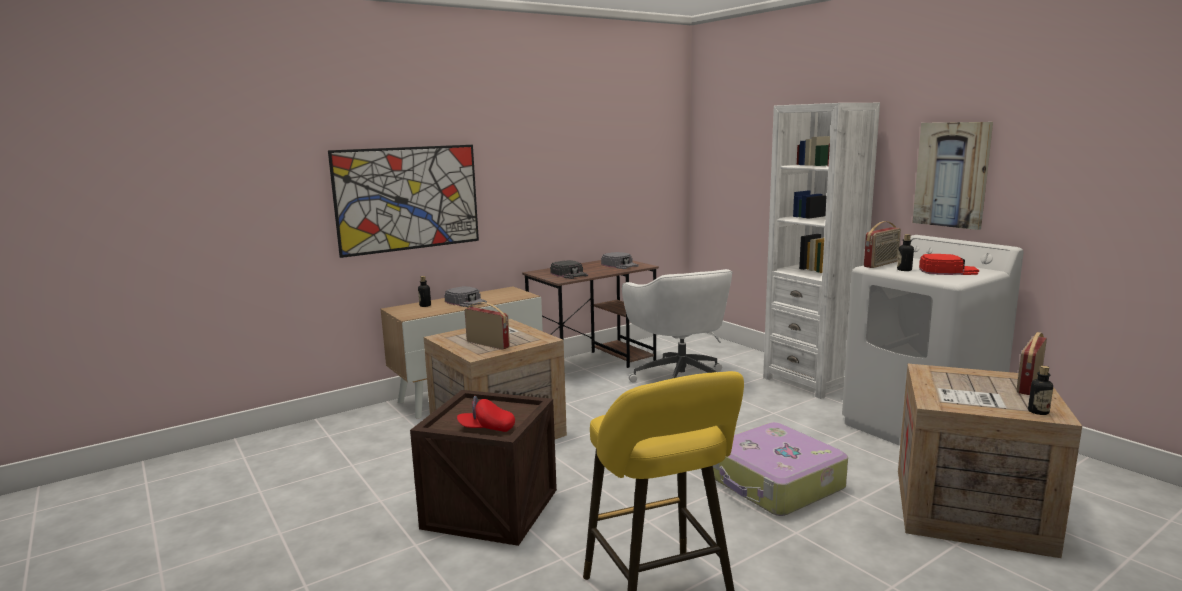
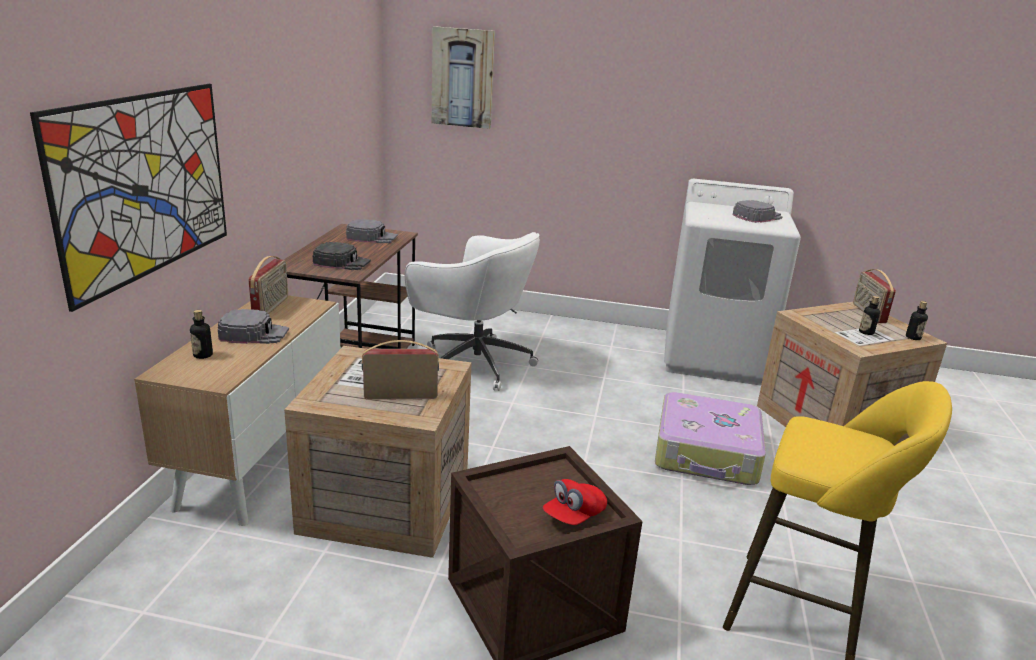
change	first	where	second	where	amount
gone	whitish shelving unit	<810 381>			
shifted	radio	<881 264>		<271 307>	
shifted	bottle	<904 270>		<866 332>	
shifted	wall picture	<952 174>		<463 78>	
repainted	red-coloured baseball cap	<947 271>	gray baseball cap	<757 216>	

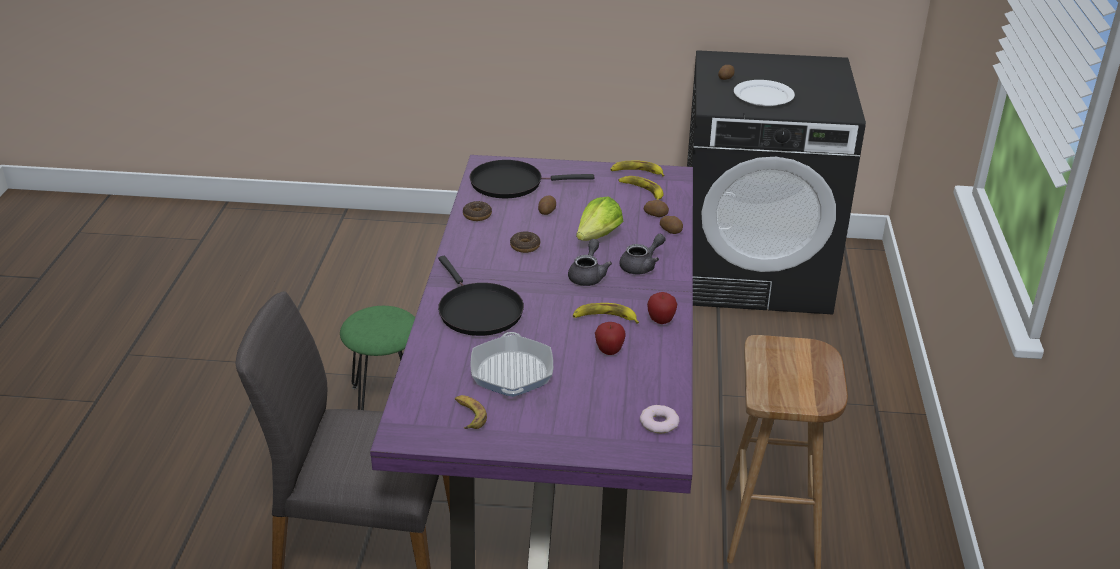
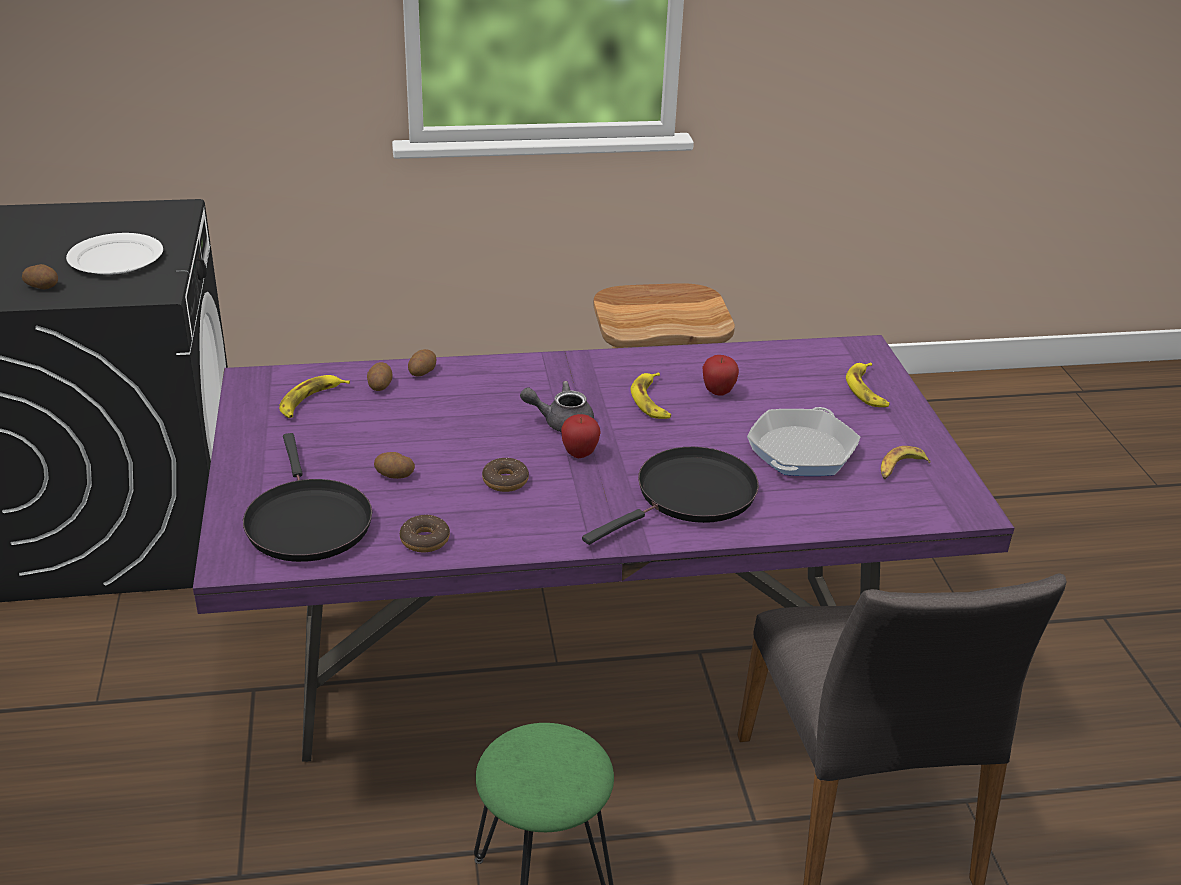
change	first	where	second	where	amount
rotated	pan	<512 372>		<801 451>	45 degrees counterclockwise
gone	lettuce	<598 236>			
shifted	whole banana	<636 172>		<867 390>	
gone	gray tea pot	<641 266>			
gone	donut	<659 423>			
shifted	apple	<661 321>		<580 454>	

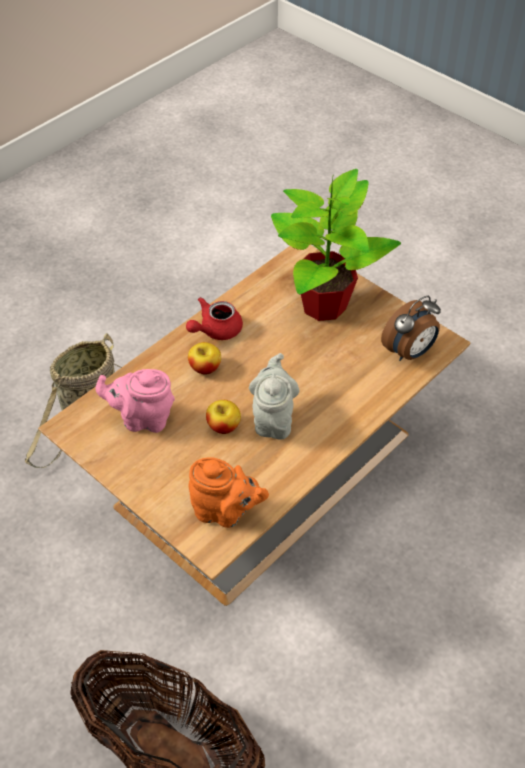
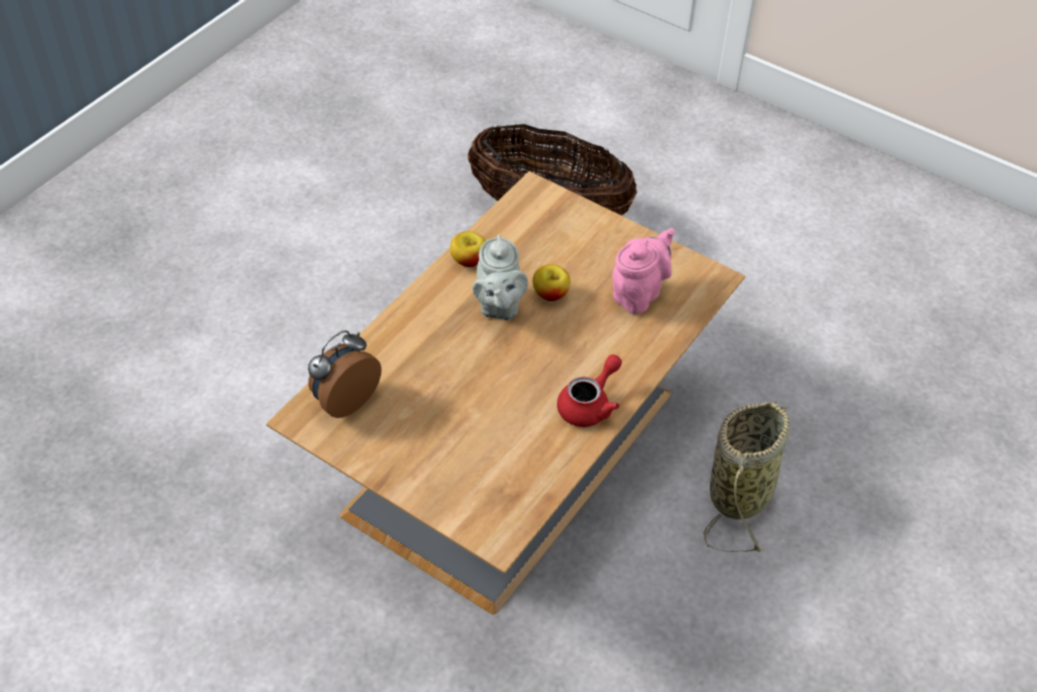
change	first	where	second	where	amount
rotated	pink-coloured tea pot	<143 419>		<639 293>	45 degrees counterclockwise
shifted	apple	<205 368>		<468 260>	
gone	orange tea pot	<225 512>			
gone	plant in a pot	<324 304>			

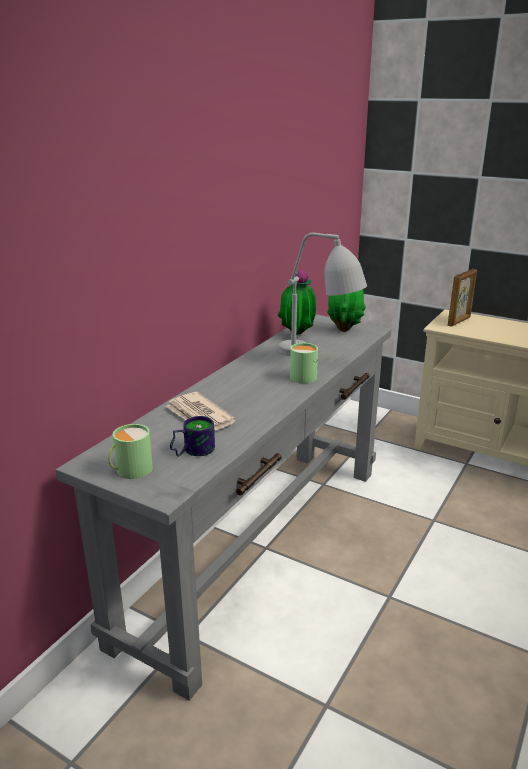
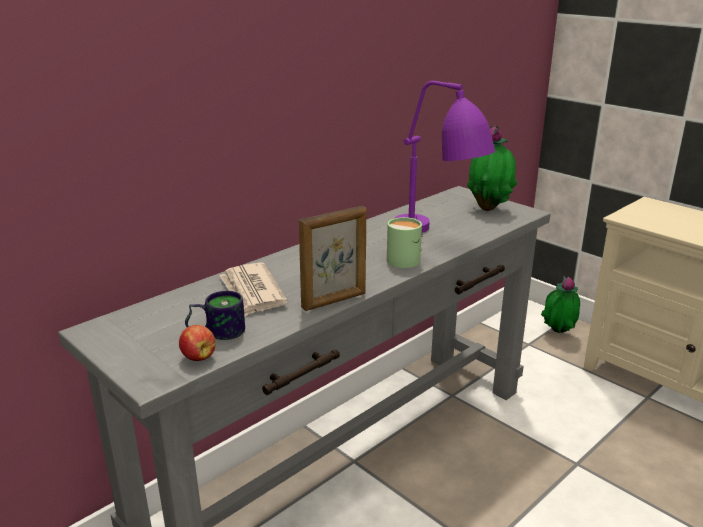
change	first	where	second	where	amount
gone	greenish tea mug	<130 470>			
shifted	plant in a pot	<296 336>		<557 334>	
repainted	gray table lamp	<321 358>	purplish table lamp	<439 239>	
shifted	standing frame	<459 321>		<334 301>	
new			apple	<198 357>	

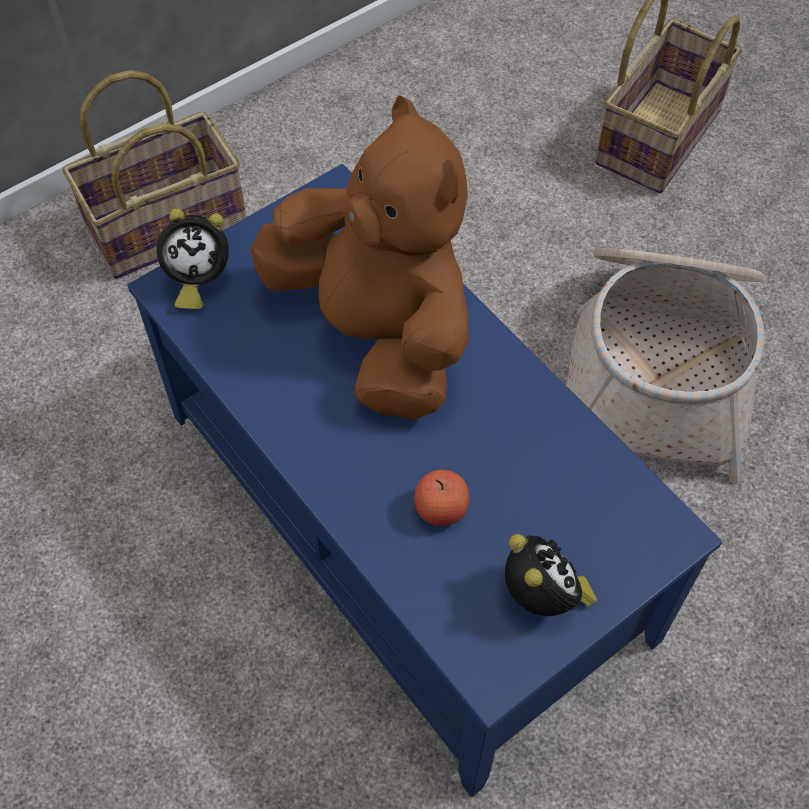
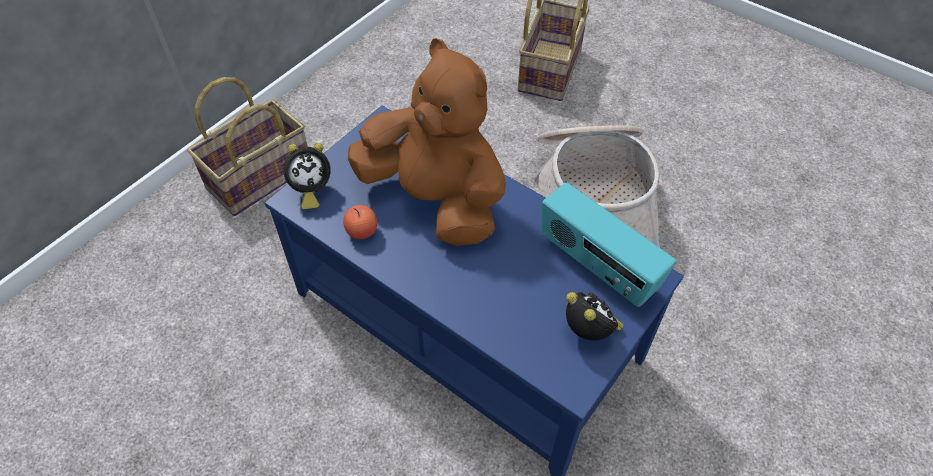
change	first	where	second	where	amount
shifted	apple	<441 509>		<362 231>	
new			radio	<597 265>	

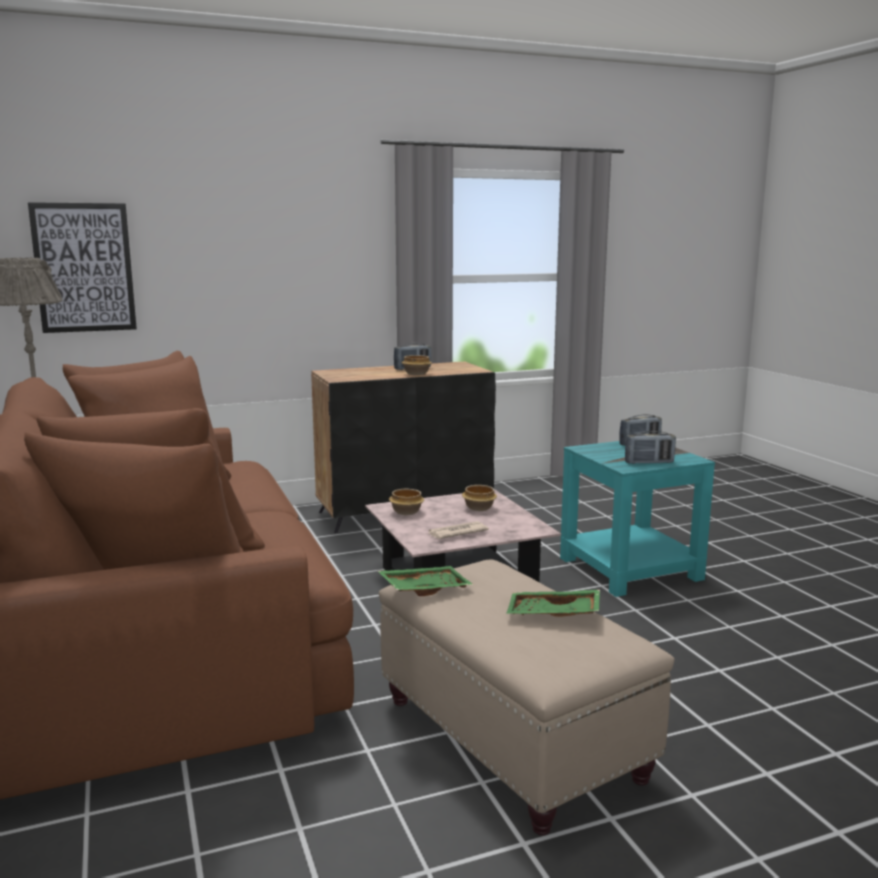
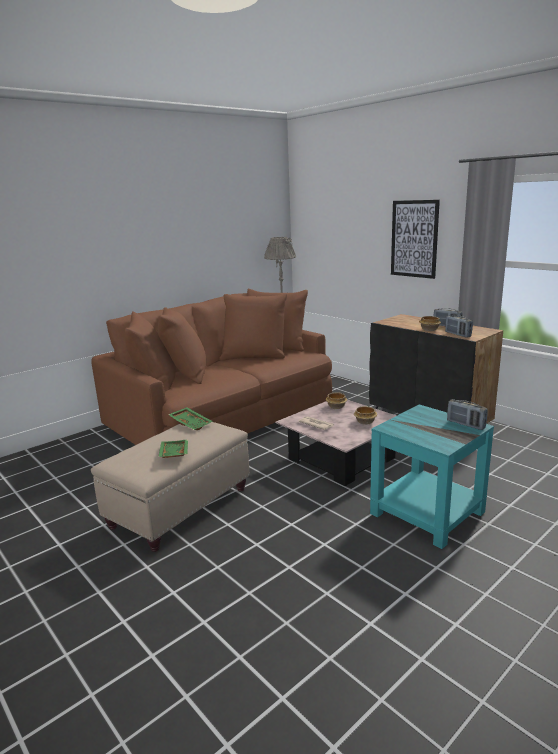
change	first	where	second	where	amount
shifted	wall picture	<84 268>		<414 239>	
shifted	radio	<649 462>		<457 334>	

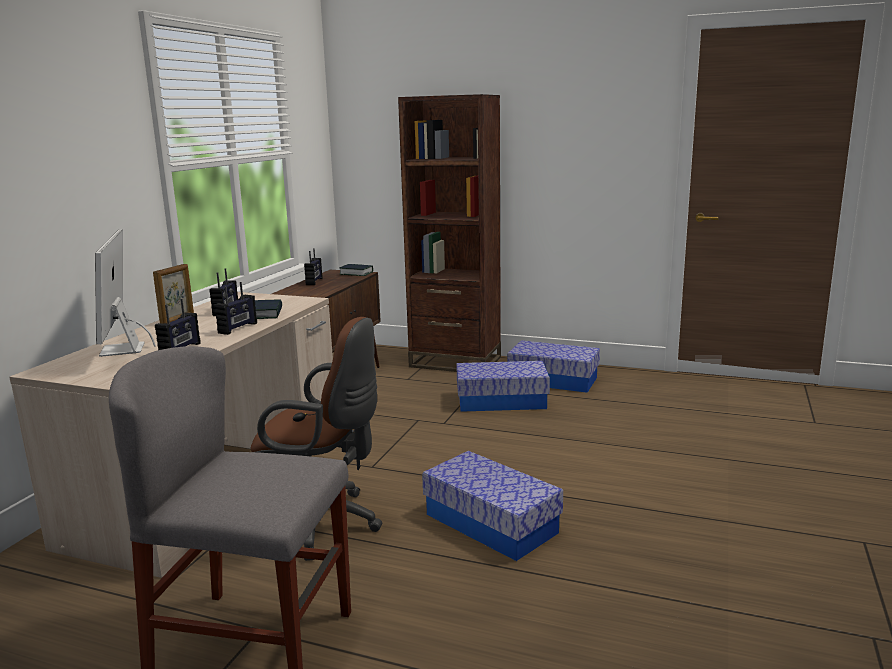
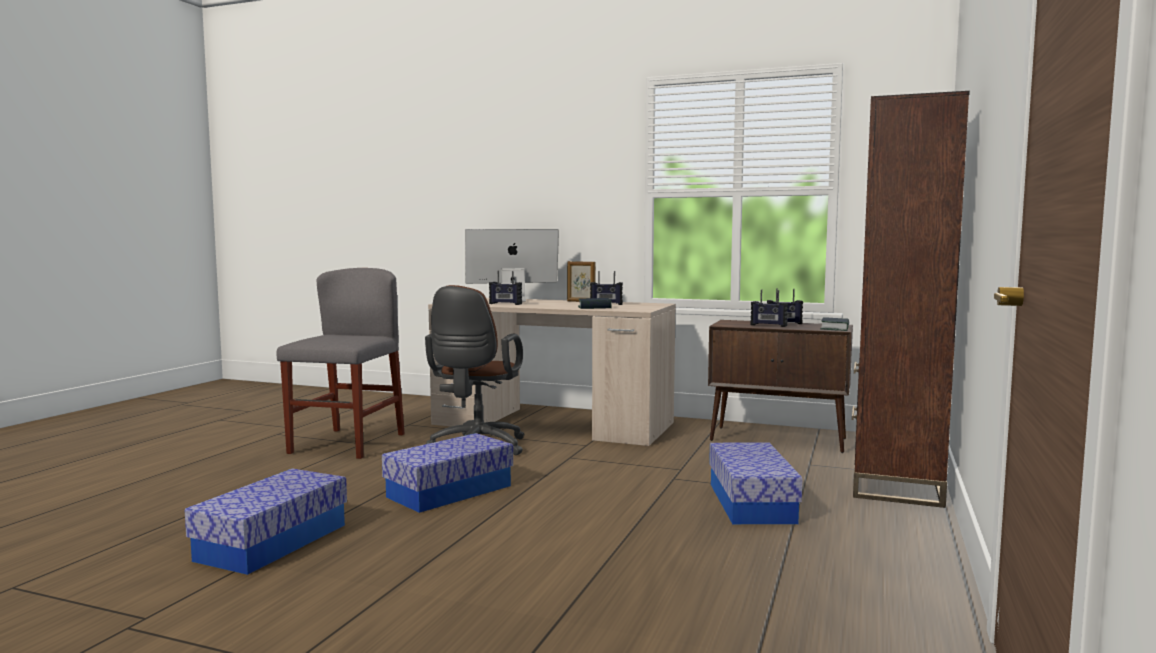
change	first	where	second	where	amount
shifted	radio	<238 328>		<768 325>	
shifted	storage box	<553 380>		<272 542>	

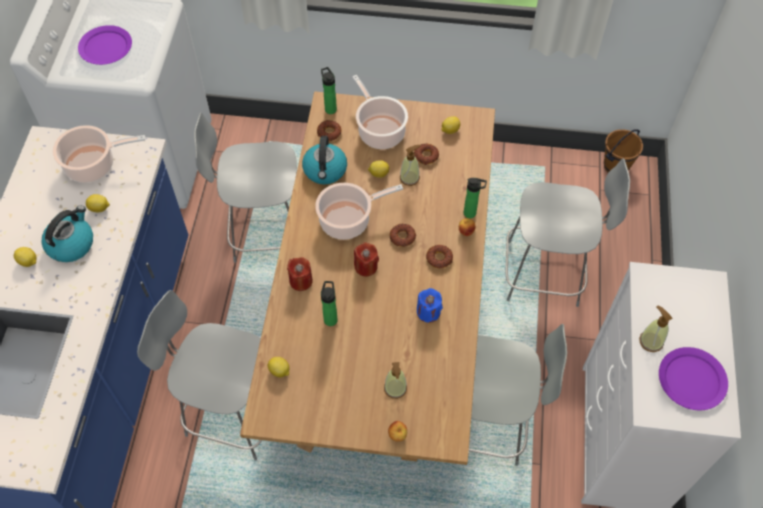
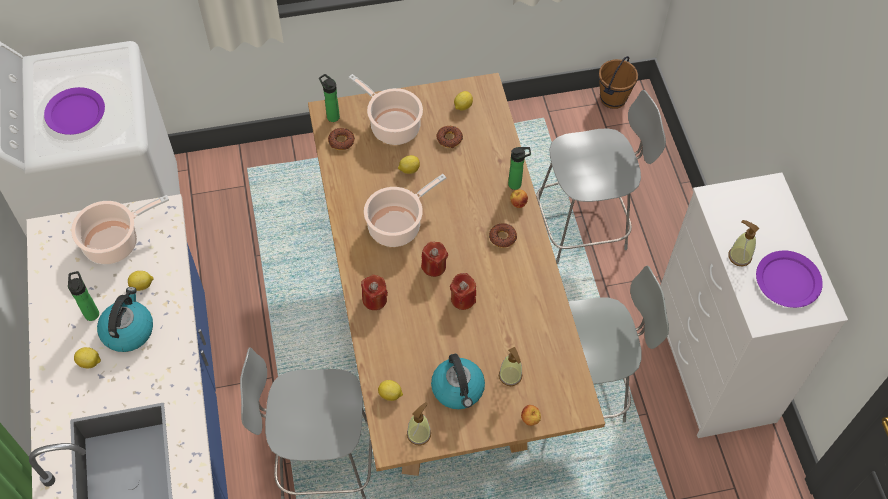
change	first	where	second	where	amount
gone	gray chair	<266 232>			
shifted	water kettle	<325 170>		<458 389>	
shifted	bottle	<330 318>		<91 312>	
gone	donut	<402 237>			
shifted	liquid soap bottle	<409 178>		<419 434>	
gone	bluish wax light	<428 312>			
new			red-coloured wax light	<463 299>	

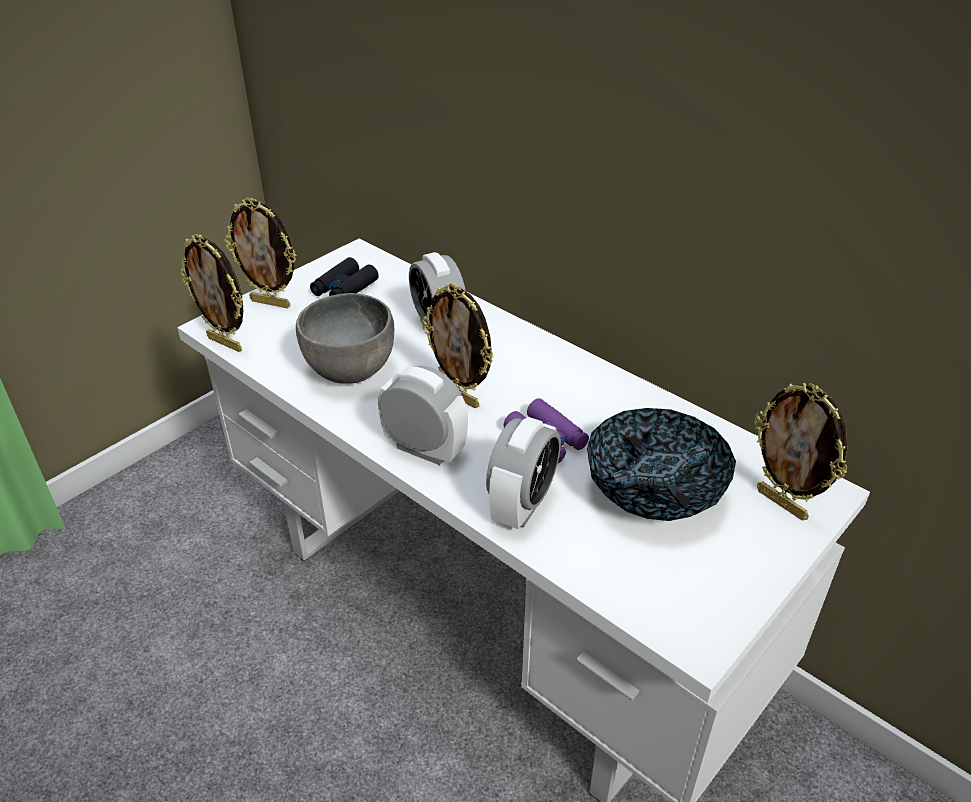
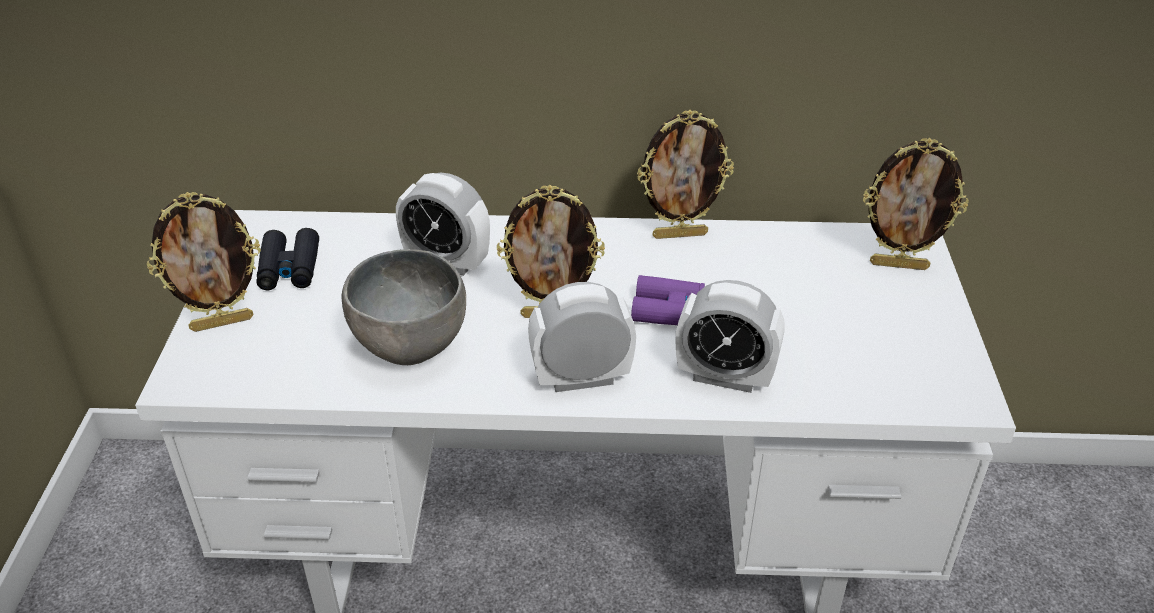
change	first	where	second	where	amount
shifted	standing frame	<226 343>		<680 234>	
rotated	alarm clock	<522 505>		<724 376>	120 degrees clockwise
gone	deep dish	<654 491>			

